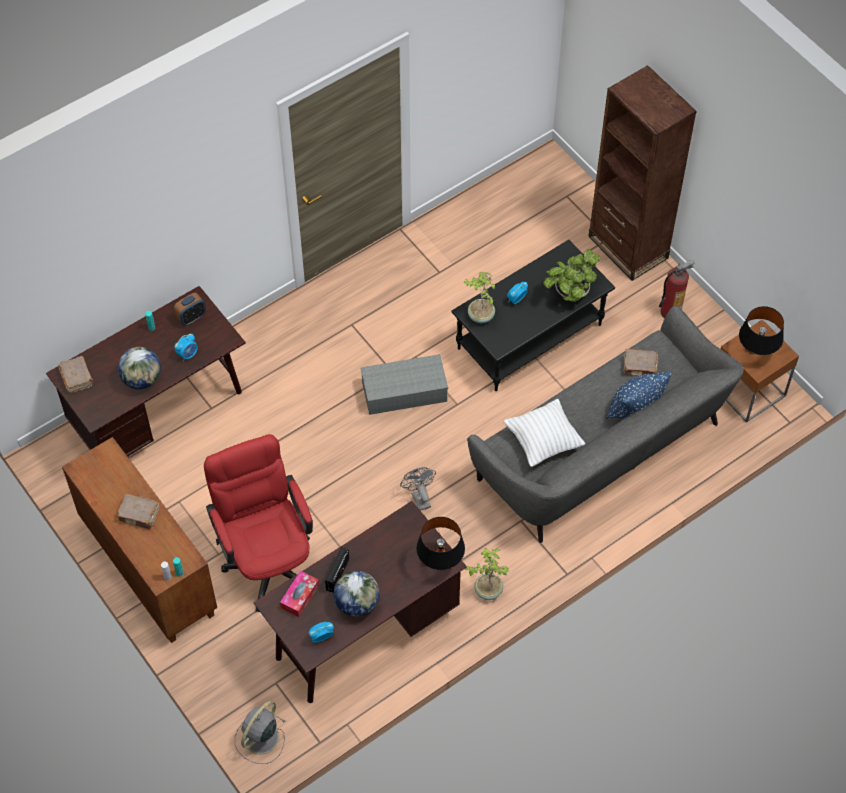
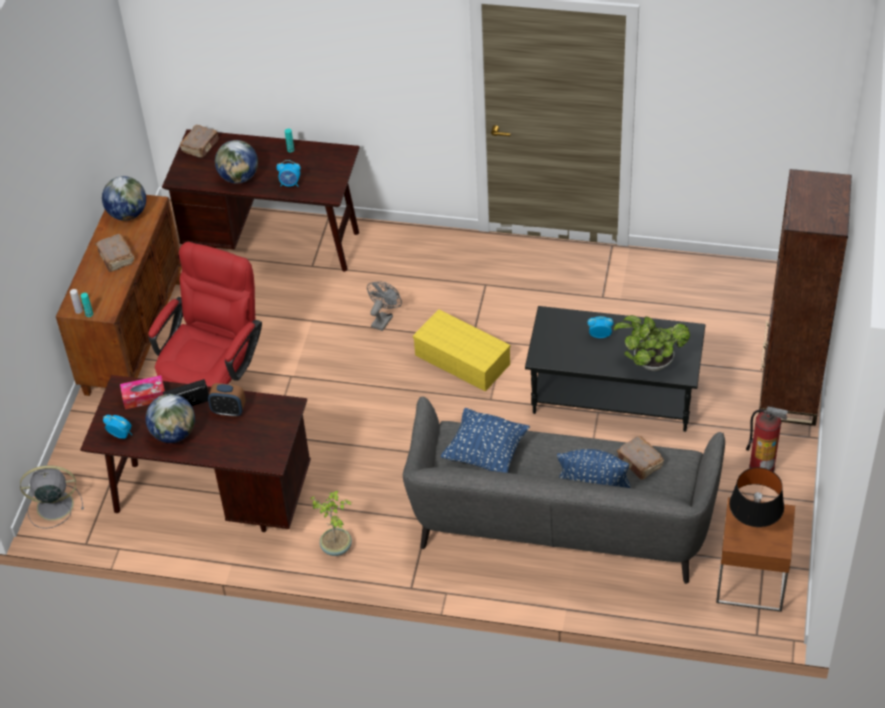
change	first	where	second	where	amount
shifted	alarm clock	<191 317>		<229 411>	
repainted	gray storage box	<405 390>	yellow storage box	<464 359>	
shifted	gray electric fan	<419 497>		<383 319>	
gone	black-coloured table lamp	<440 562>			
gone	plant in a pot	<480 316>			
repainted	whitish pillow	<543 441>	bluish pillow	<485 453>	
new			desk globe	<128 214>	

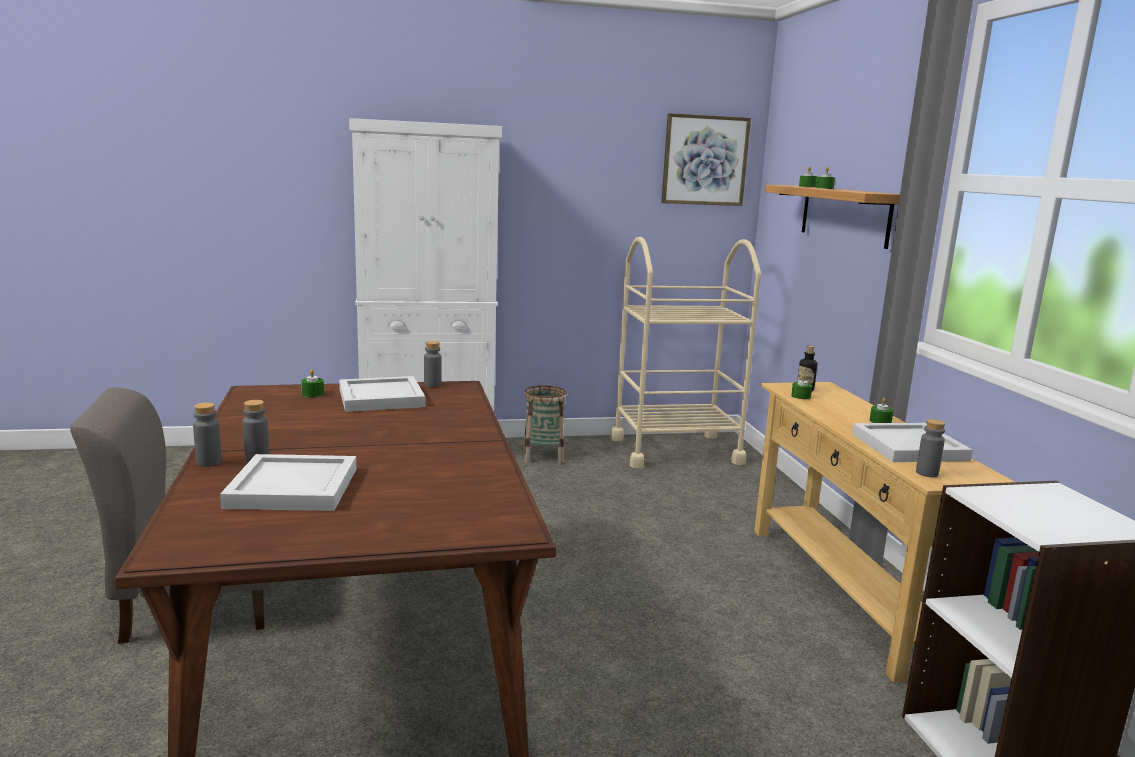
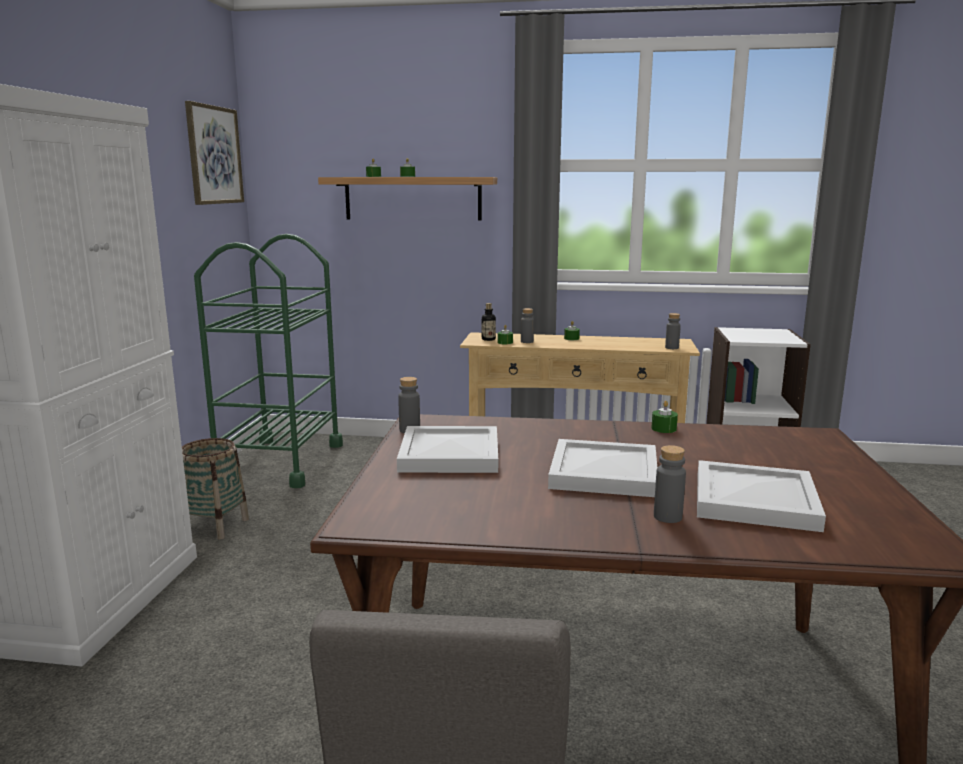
change	first	where	second	where	amount
shifted	gray bottle	<209 462>		<527 341>	
shifted	greenish wax light	<312 394>		<664 429>	
repainted	beige wheeled cart	<675 450>	greenish wheeled cart	<280 462>	
shifted	whitish carrying tray	<908 447>		<605 473>	

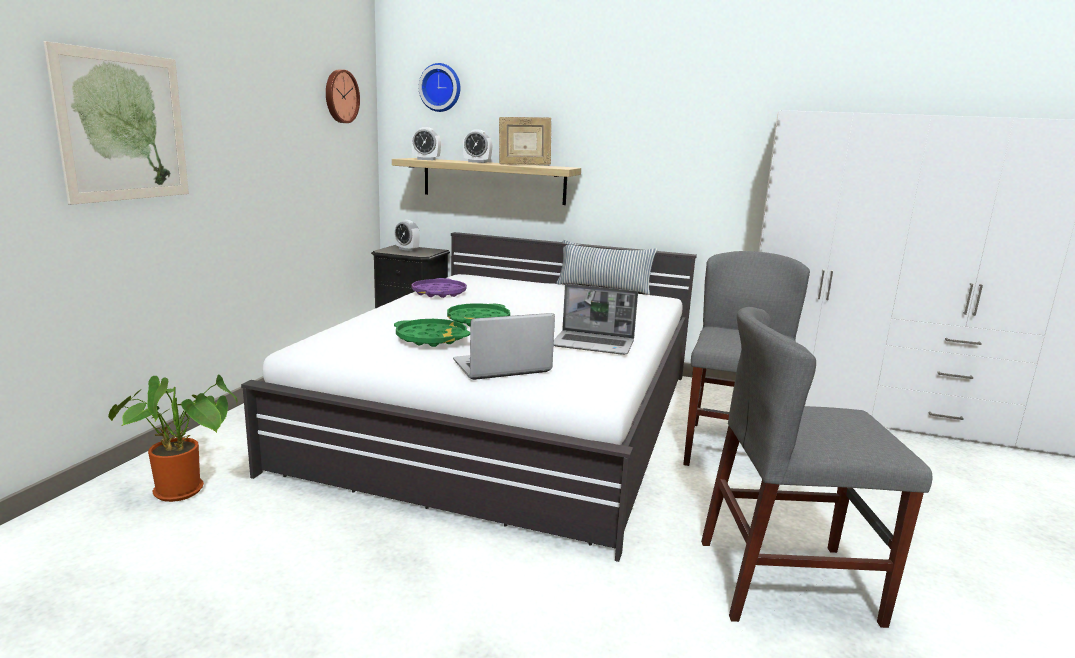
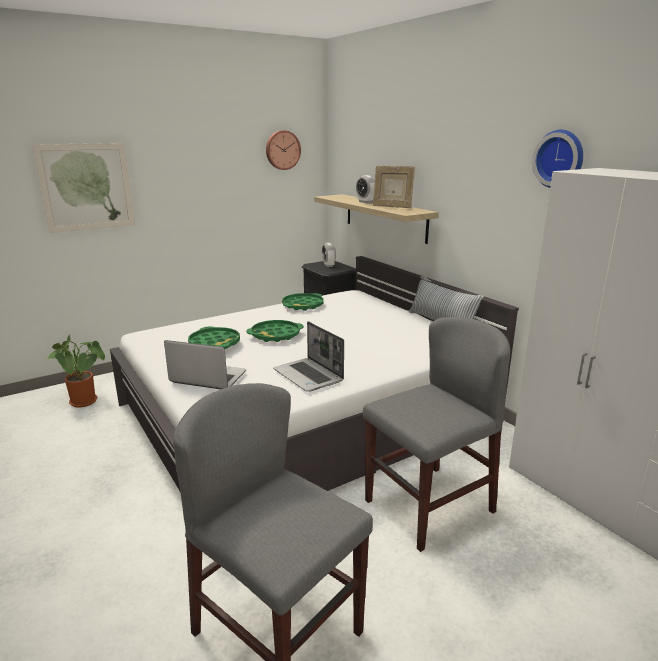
change	first	where	second	where	amount
gone	alarm clock	<426 159>			
repainted	purplish carrying tray	<439 293>	greenish carrying tray	<303 305>	
shifted	wall clock	<441 88>		<560 159>	

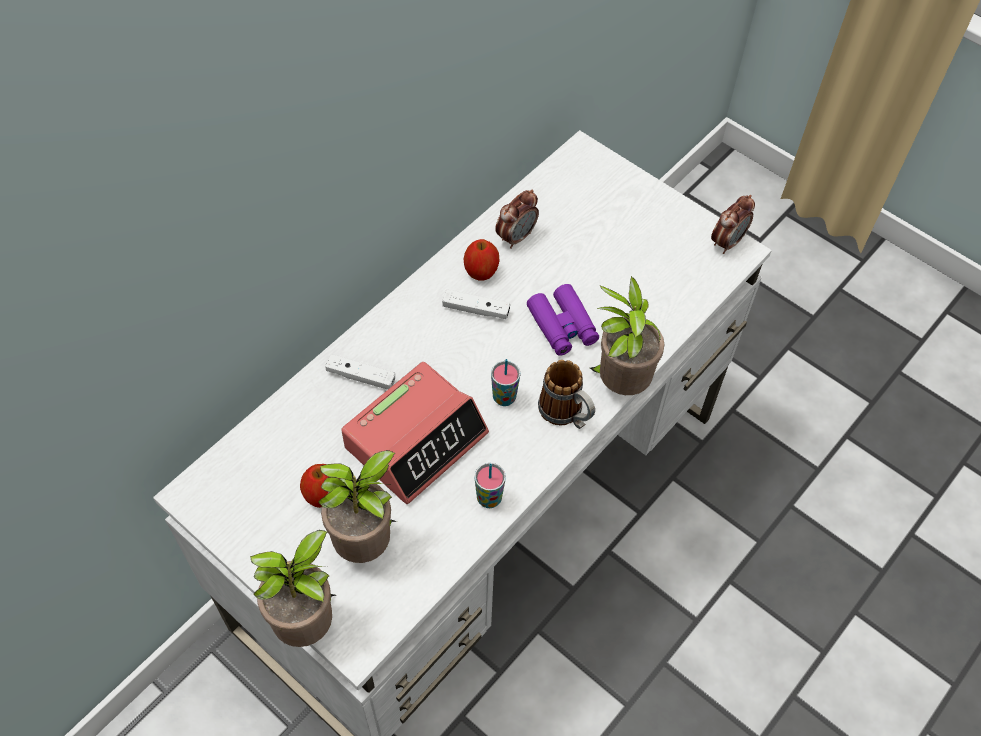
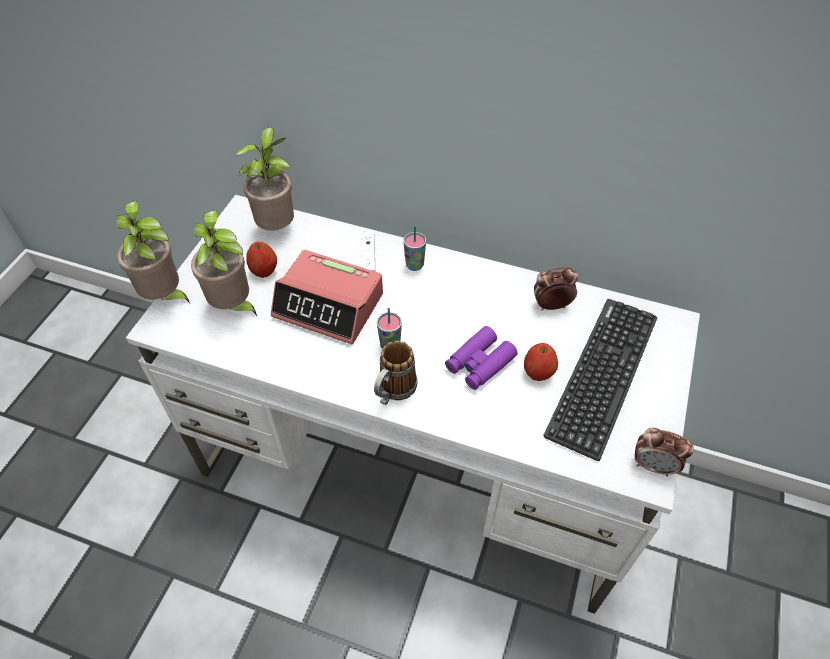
change	first	where	second	where	amount
gone	whitish gamepad	<476 310>			
shifted	apple	<481 272>		<538 373>	
shifted	cup	<489 499>		<414 265>	
rotated	alarm clock	<516 237>		<551 305>	150 degrees clockwise
shifted	plant in a pot	<619 383>		<278 227>	
new			computer keyboard	<603 375>	

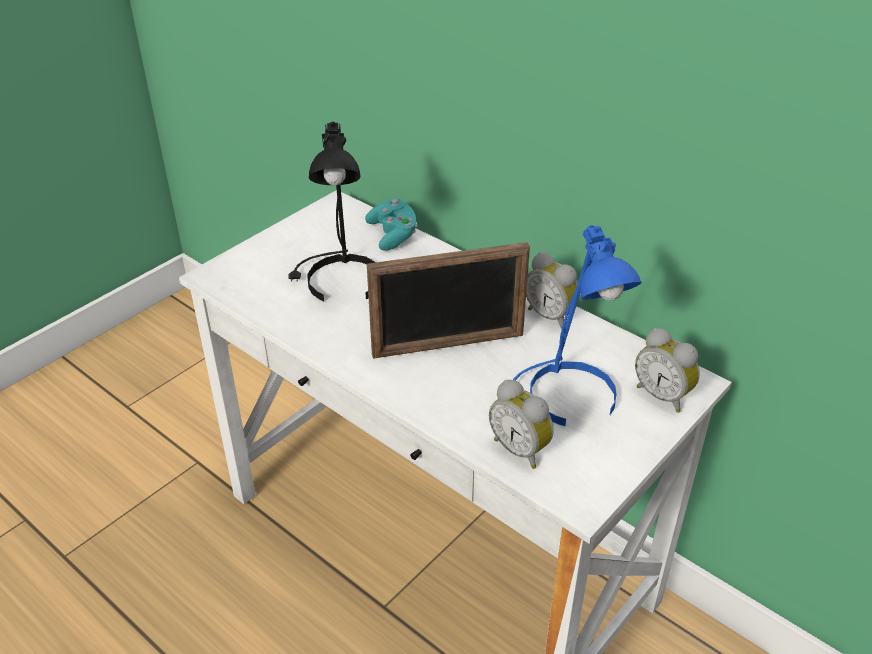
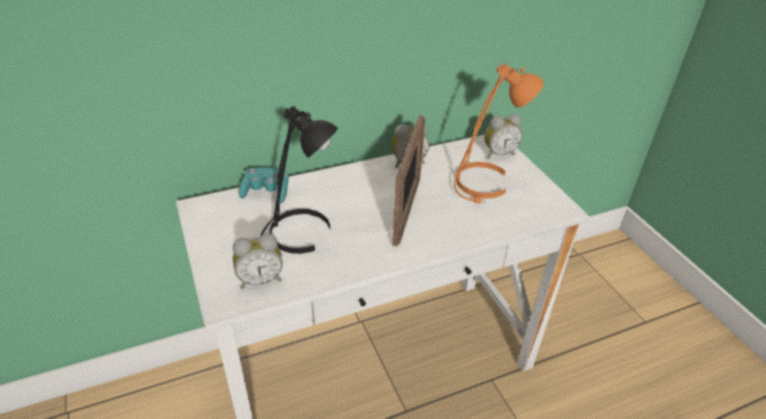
change	first	where	second	where	amount
shifted	alarm clock	<521 449>		<260 279>	
repainted	bluish table lamp	<566 398>	orange table lamp	<483 184>	

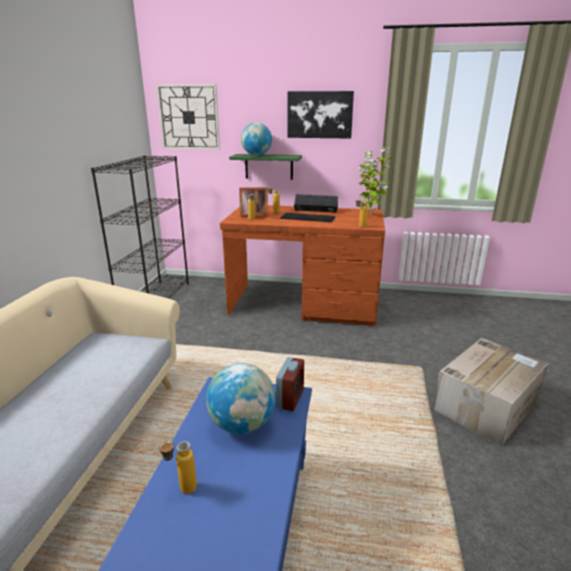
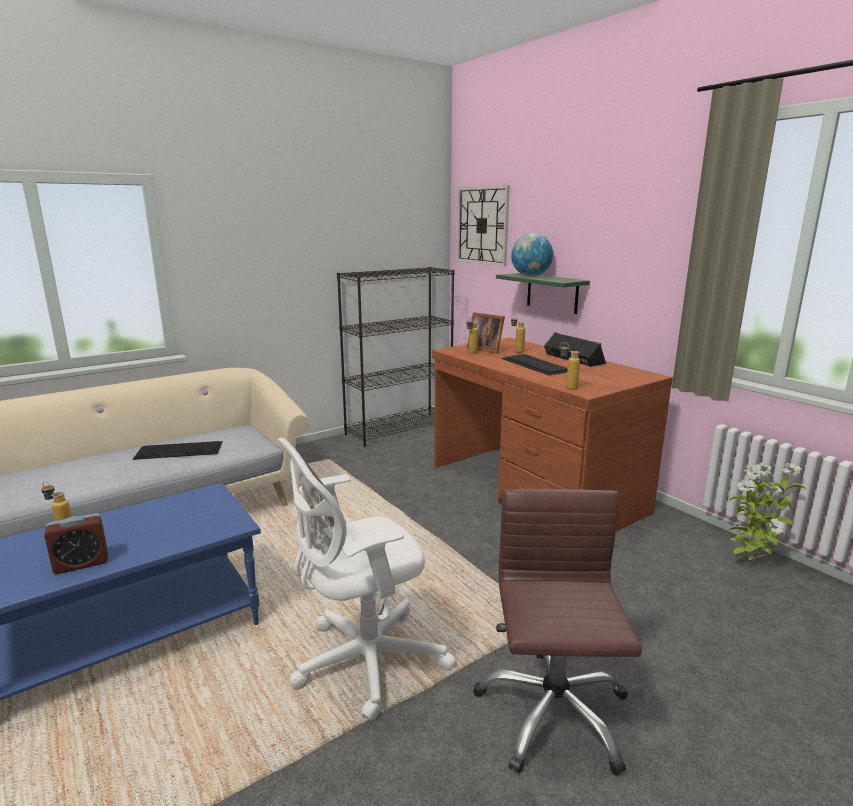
change	first	where	second	where	amount
gone	desk globe	<242 425>			
shifted	alarm clock	<290 399>		<81 563>	
gone	wall picture	<319 115>			
shifted	plant in a pot	<370 215>		<750 563>	
swapped	packing box	<486 404>	brown-coloured computer chair	<552 712>	
new			computer keyboard	<180 450>	
new			whitish computer chair	<363 662>	

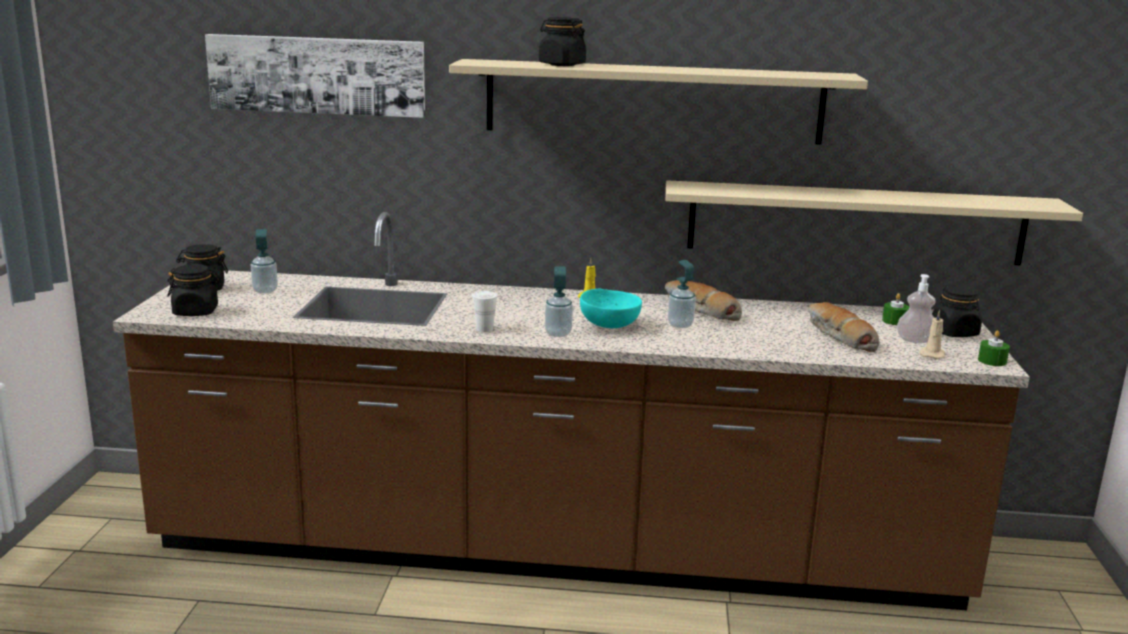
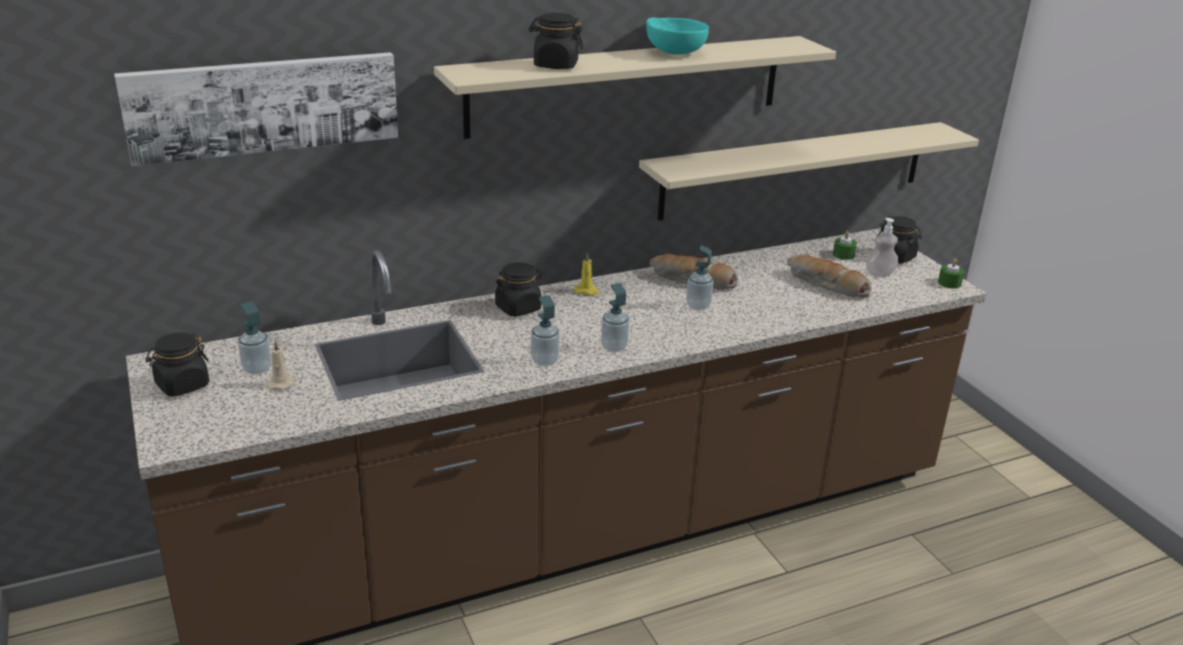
change	first	where	second	where	amount
shifted	black-coloured preserve jar	<196 312>		<518 308>	
swapped	whitish cup	<484 329>	liquid soap bottle	<544 360>	
shifted	blue-green deep dish	<609 325>		<674 53>	
shifted	beige wax light	<932 354>		<281 383>	

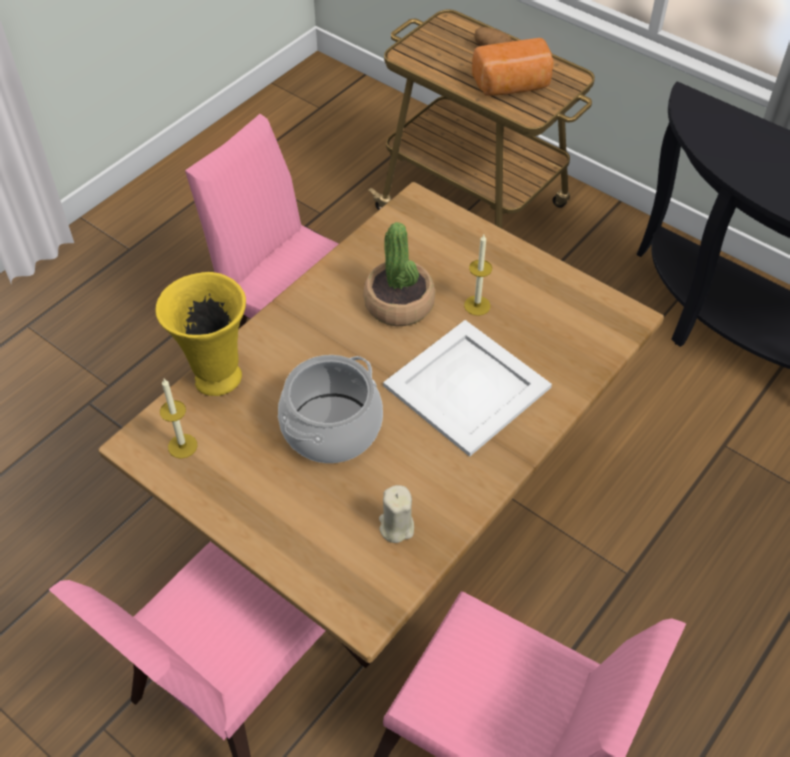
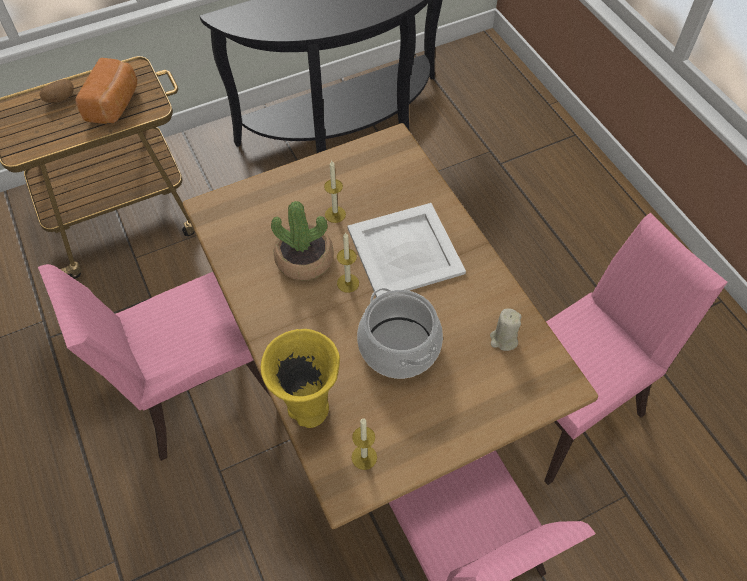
change	first	where	second	where	amount
new			wax light	<348 283>	

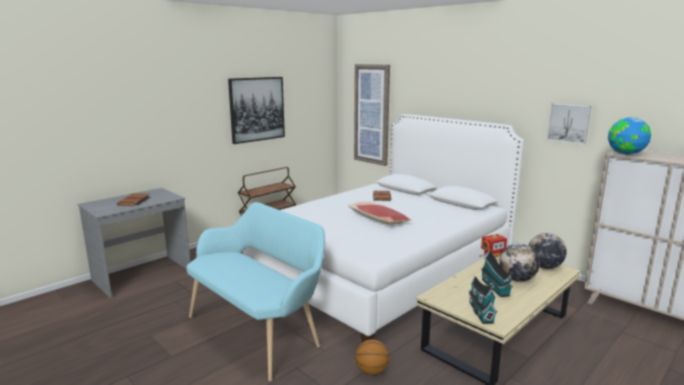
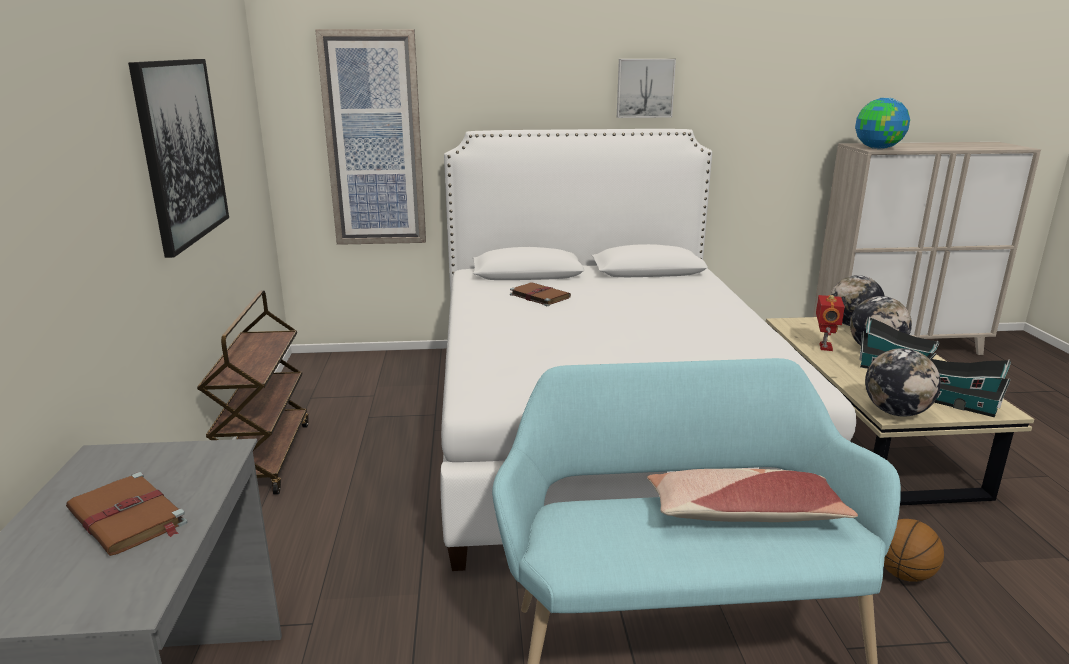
change	first	where	second	where	amount
shifted	pillow	<378 220>		<743 514>	
shifted	wall picture	<569 123>		<645 88>	
new			desk globe	<896 412>	

